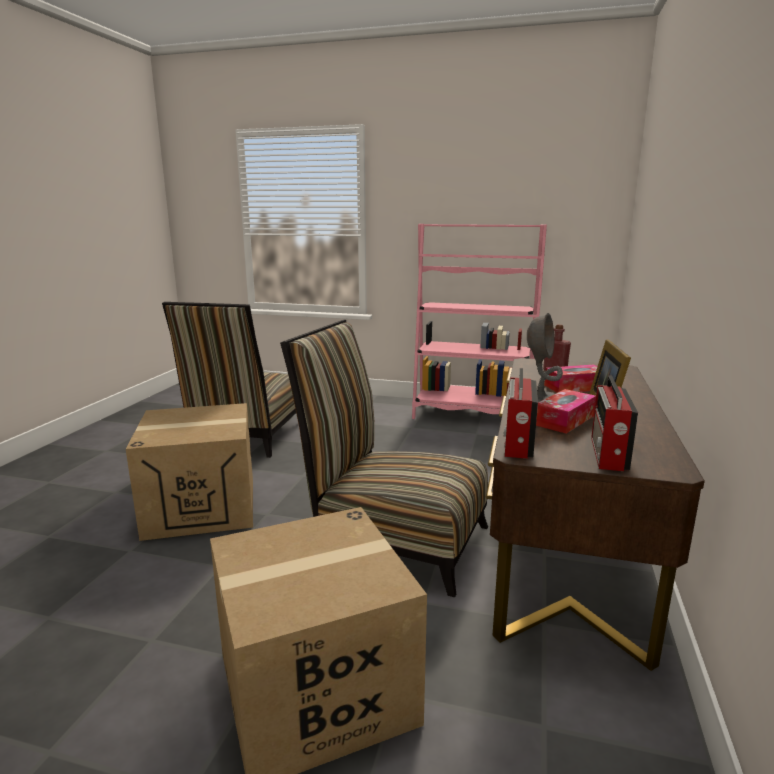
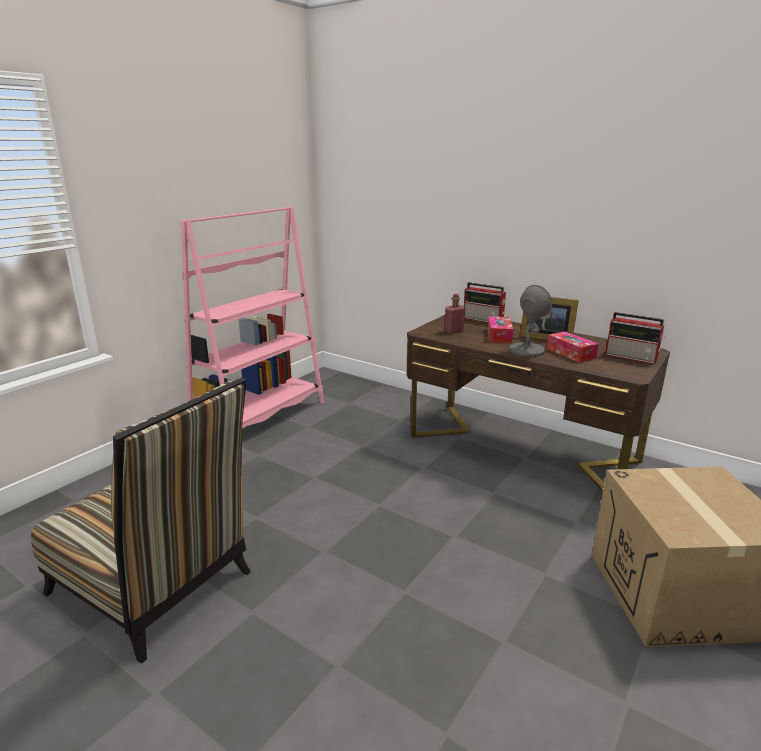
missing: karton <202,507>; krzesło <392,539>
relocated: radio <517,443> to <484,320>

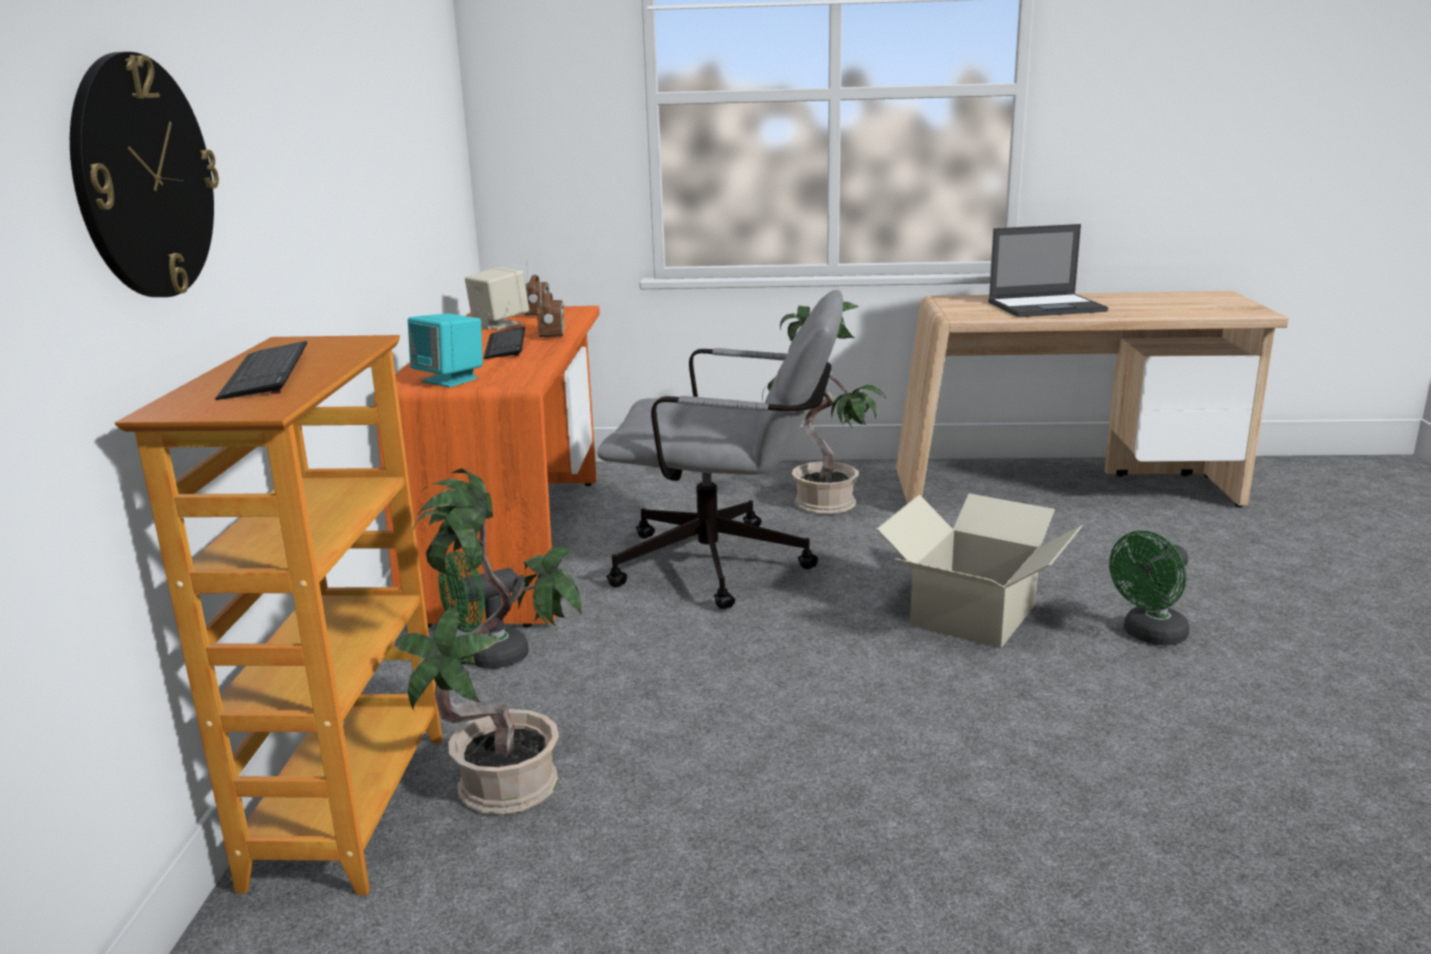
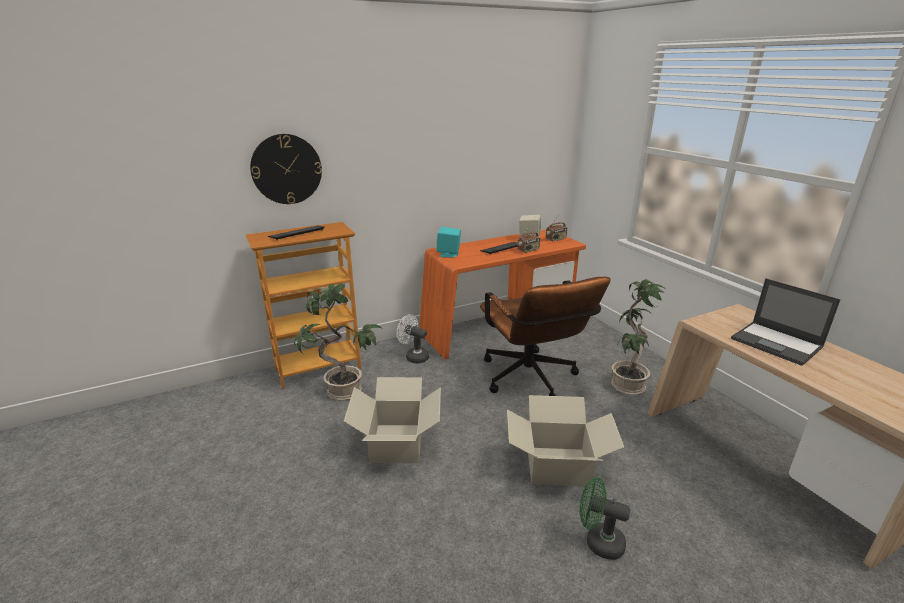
appeared: karton <397,443>
colour: wentylator (zielony) <487,658> to wentylator (biały) <414,356>; krzesło biurowe (szary) <729,566> to krzesło biurowe (brązowy) <532,381>

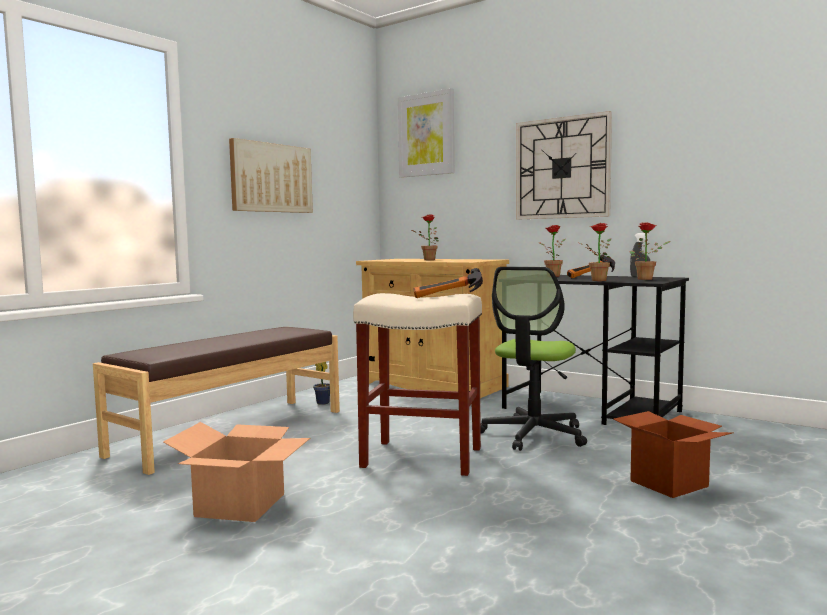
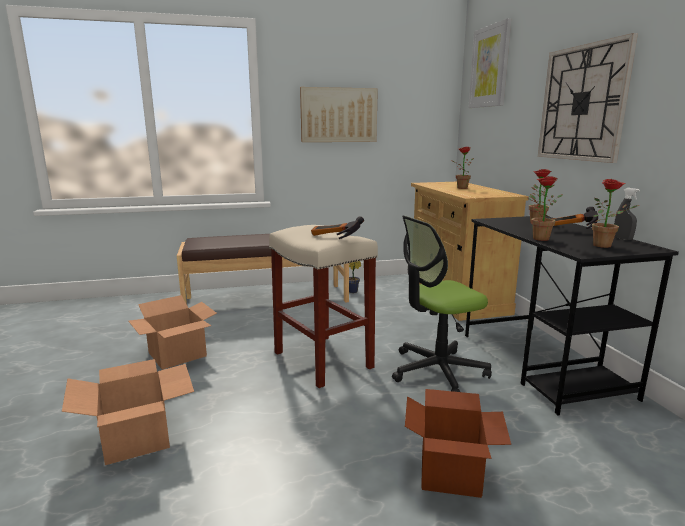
appeared: karton <136,437>

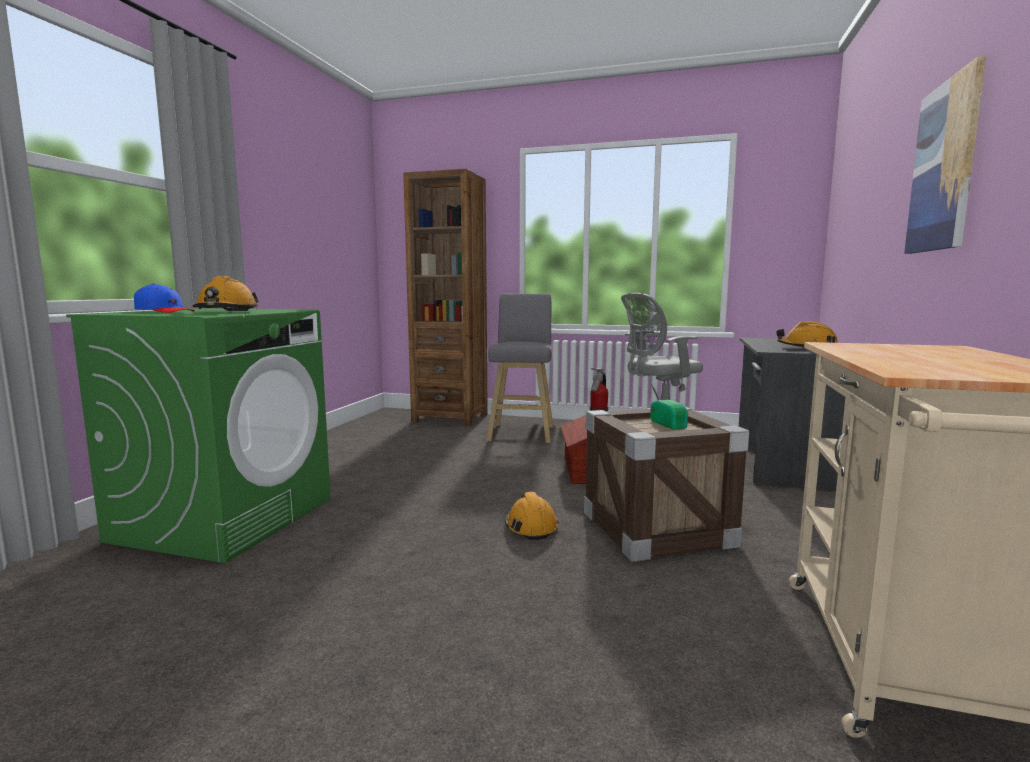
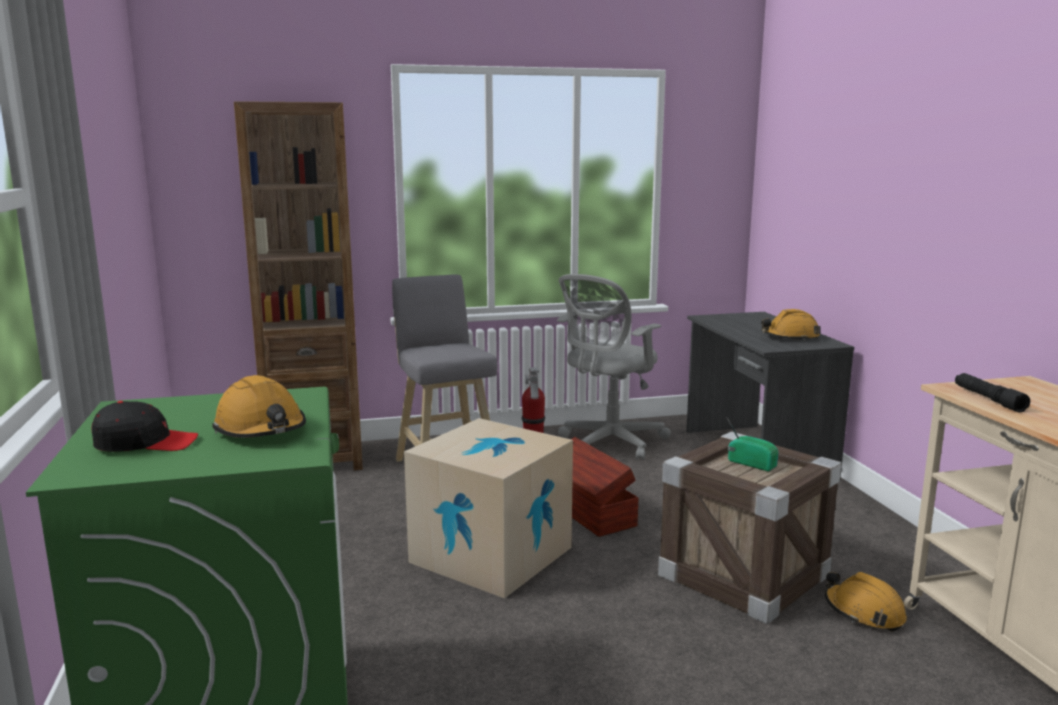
missing: obraz <944,167>
appeared: karton <491,554>; latarka (czarny) <988,399>
relocated: kask (pomarańczowy) <531,526> to <864,612>
colour: czapka z daszkiem (niebieski) <164,311> to czapka z daszkiem (czarny) <145,443>

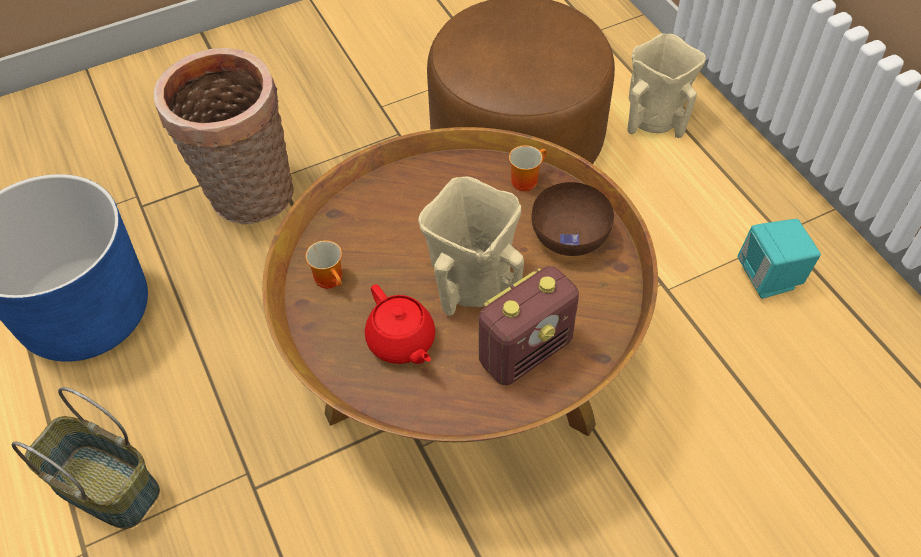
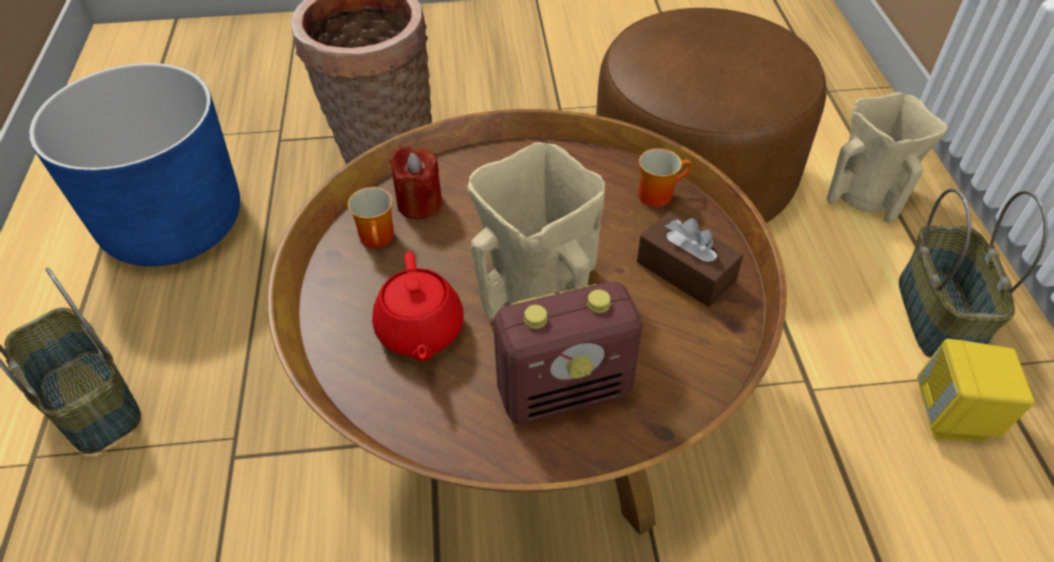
appeared: świeca (czerwony) <419,203>; koszyk <940,316>
exchanged: miska (brązowy) <571,236> to pudełko chusteczek (brązowy) <685,271>
colour: głośnik (turkusowy) <769,278> to głośnik (żółty) <953,417>

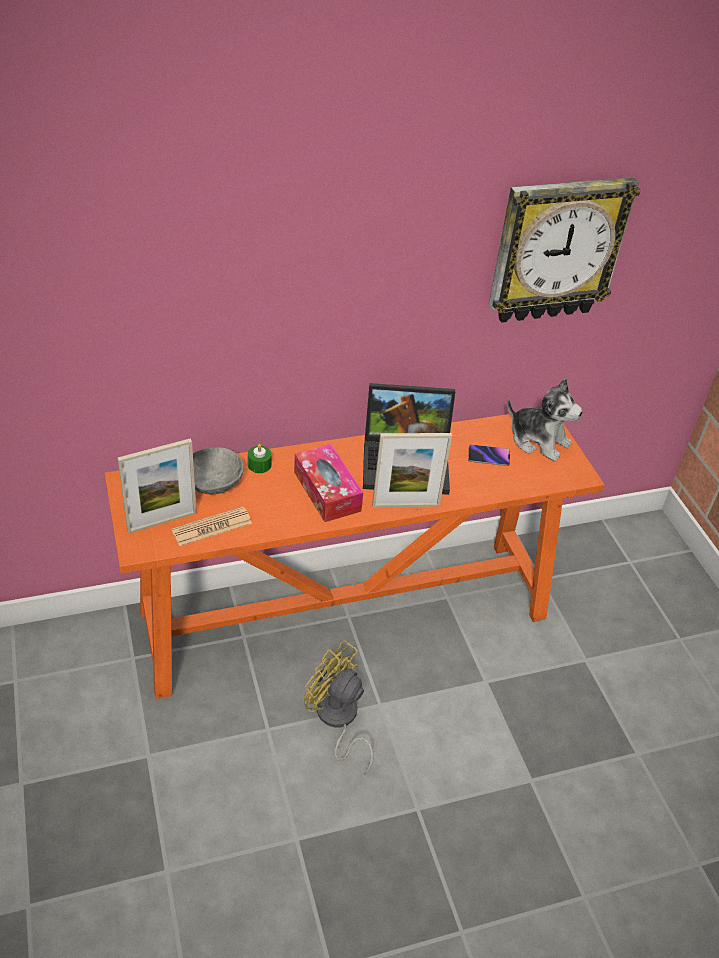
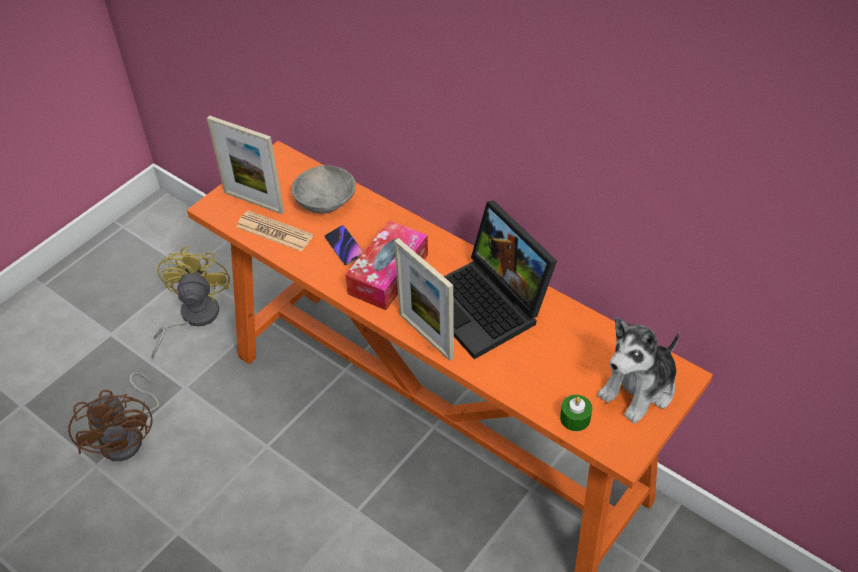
missing: zegar ścienny <556,250>
appeared: wentylator (brązowy) <128,436>
relocated: wentylator (żółty) <337,720> to <193,317>; telefon <488,457> to <344,247>; świeca (zielony) <259,465> to <575,418>
spun: pluszak <538,440> = <639,389> 45 degrees clockwise

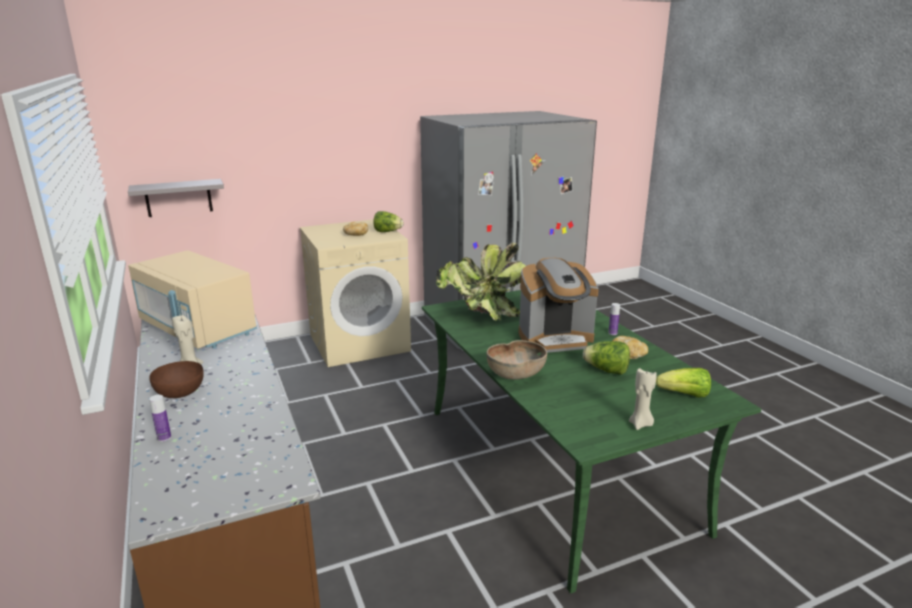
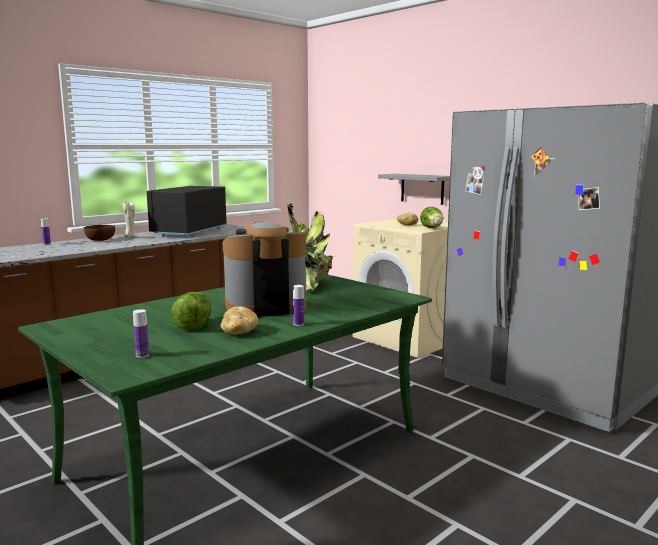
missing: miska (brązowy) <516,375>; świeca (beżowy) <640,424>
relocated: półka (szary) <178,198> to <422,188>
exchanged: sałata <684,395> to butelka <142,355>
colour: mikrofalówka (beżowy) <198,329> to mikrofalówka (czarny) <189,232>
spun: ekspres do kawy <555,338> = <265,307> 105 degrees clockwise

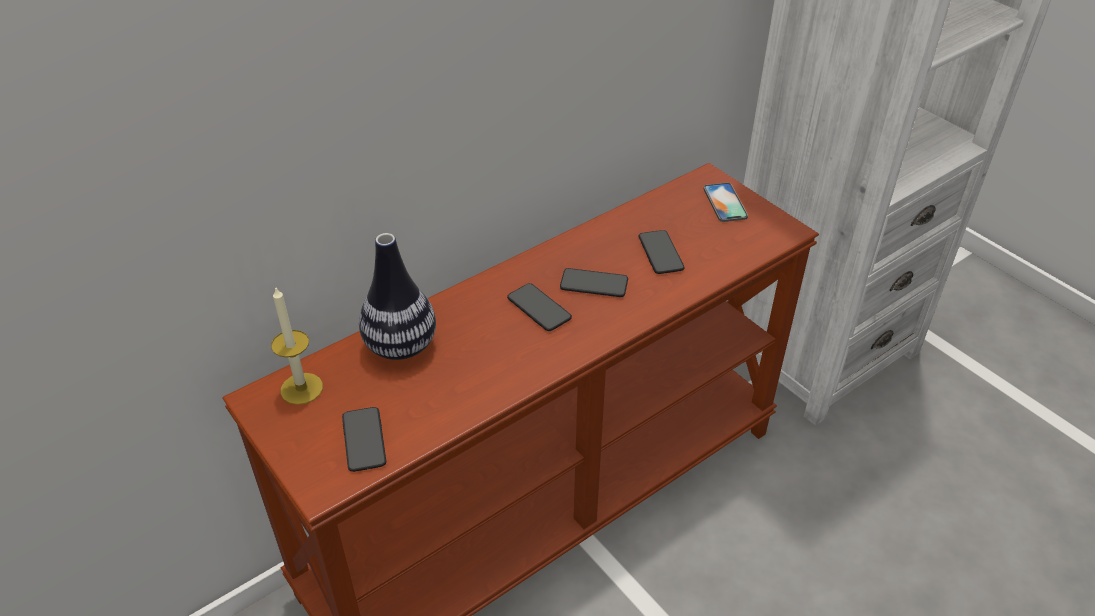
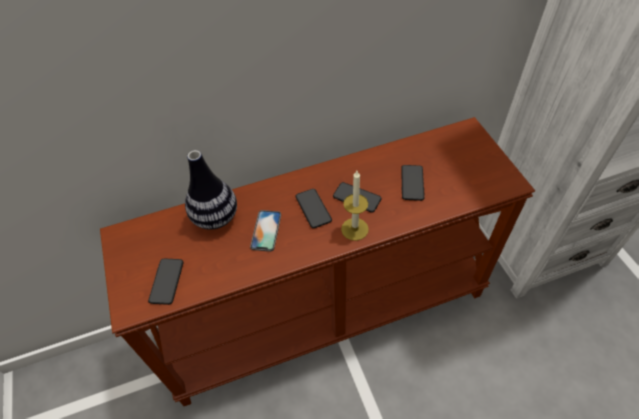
relocated: telefon <725,203> to <266,230>; świeca <301,388> to <354,229>

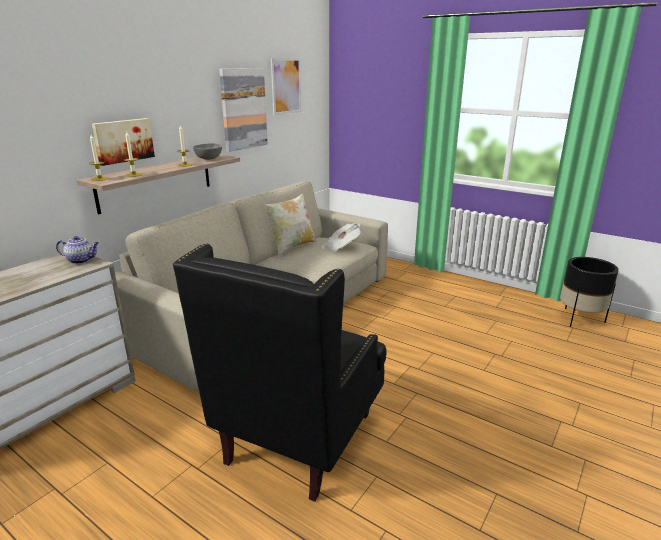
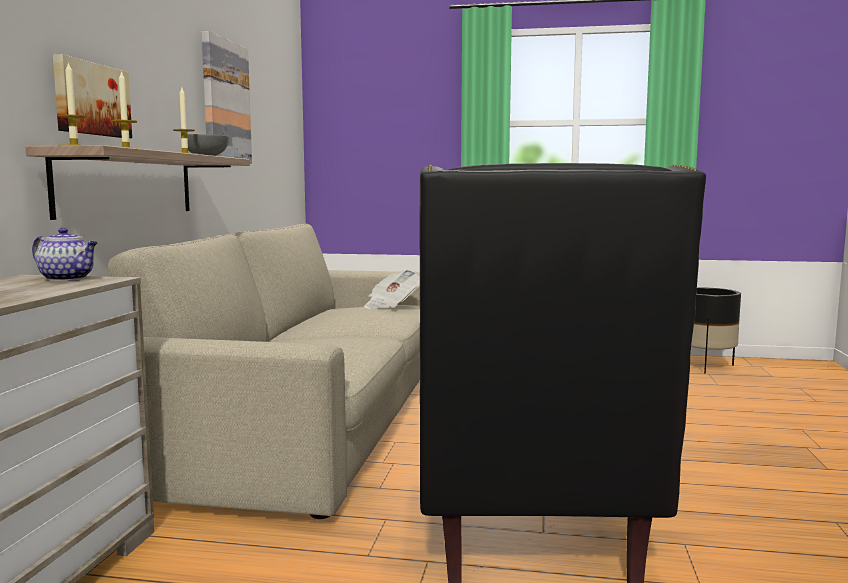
missing: poduszka <292,247>; obraz <286,86>
spun: imbryk <81,260> = <68,278> 45 degrees clockwise

